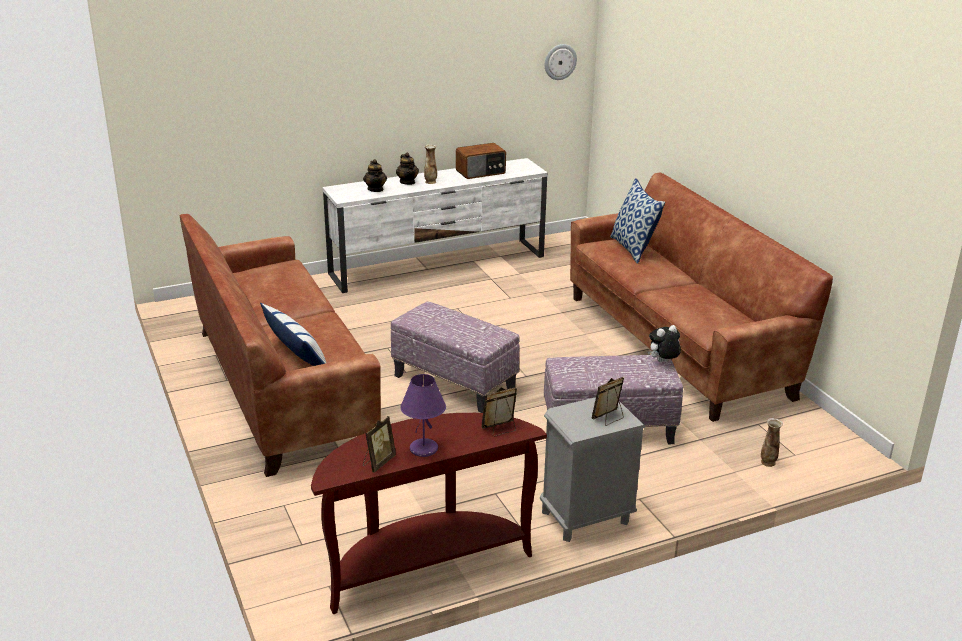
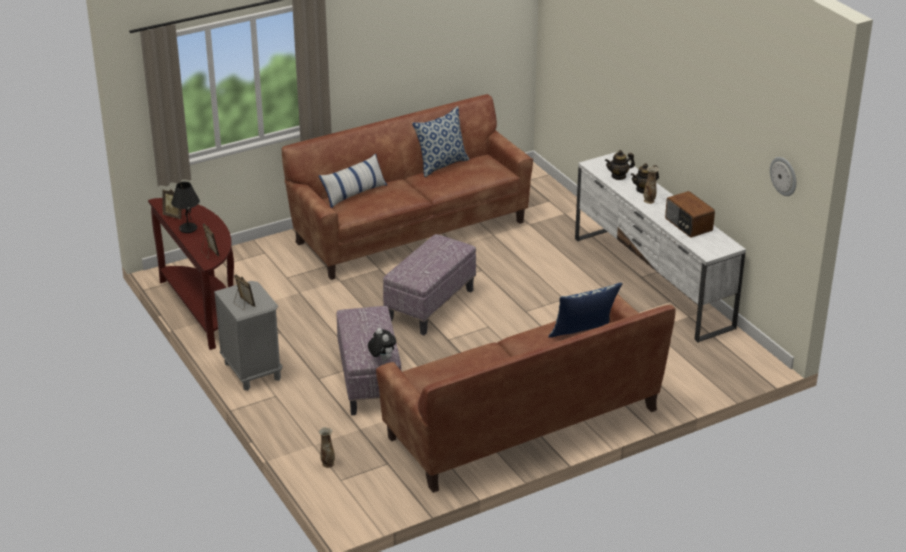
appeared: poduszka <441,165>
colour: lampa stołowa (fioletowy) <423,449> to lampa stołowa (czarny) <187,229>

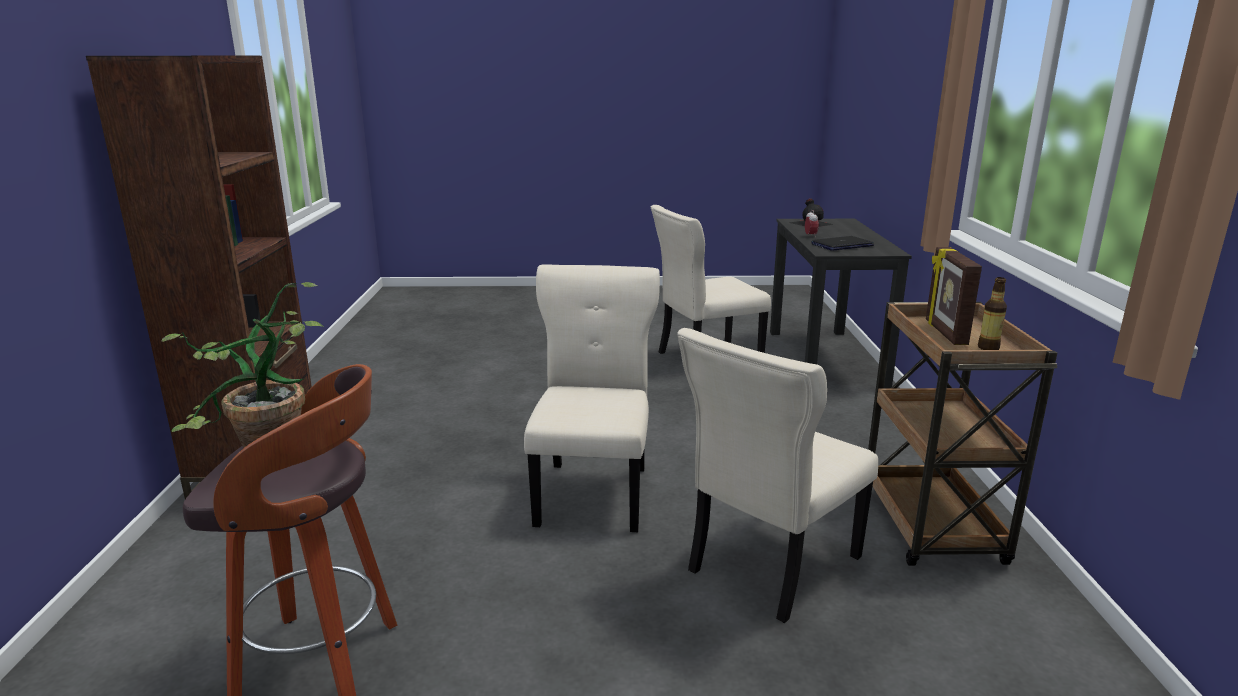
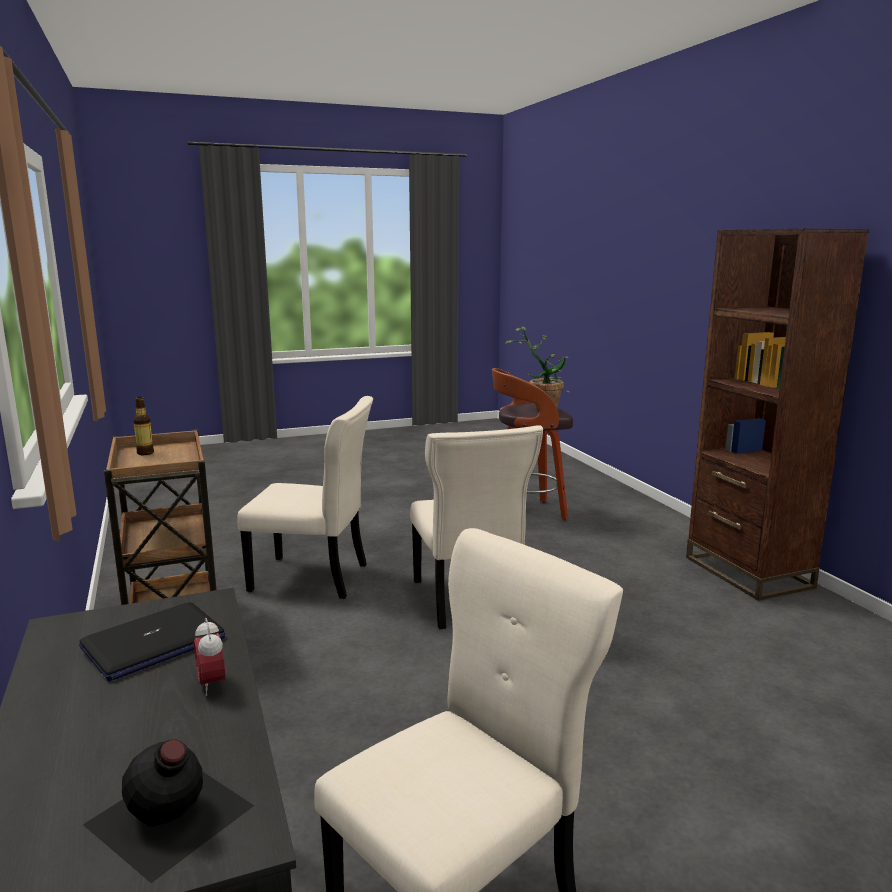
missing: ramka na zdjęcie <944,333>
spun: krzesło (beżowy) <769,566> = <314,578> 75 degrees clockwise

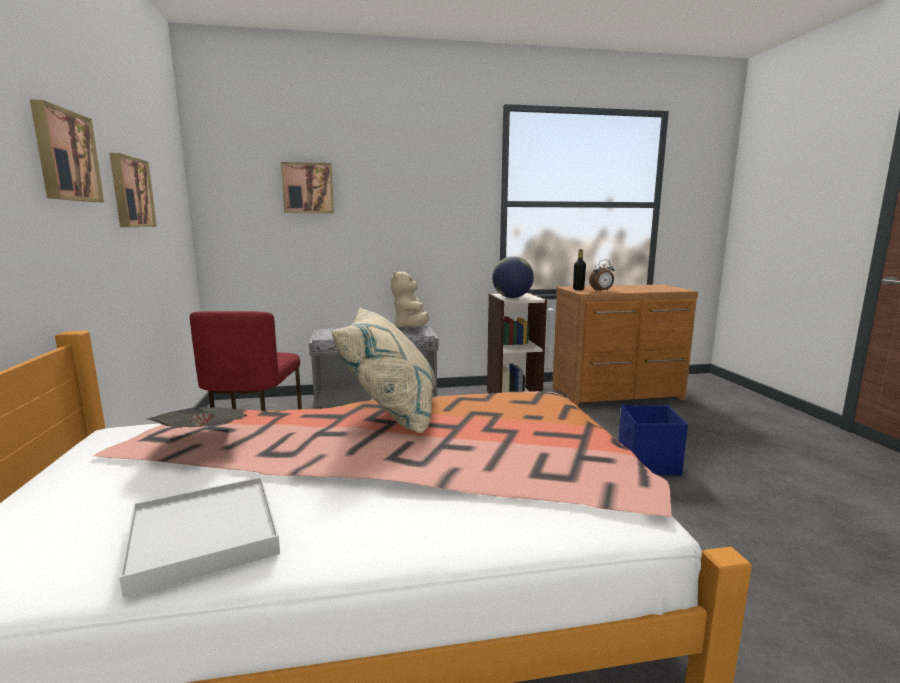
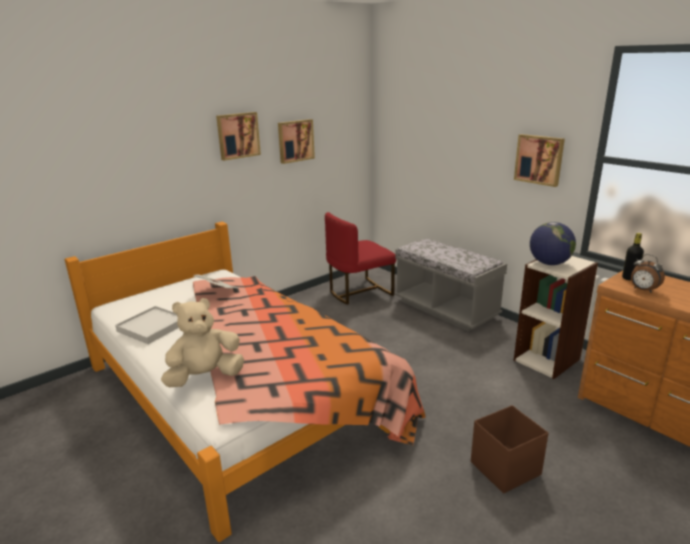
missing: poduszka (beżowy) <391,413>
relocated: pluszak (beżowy) <412,328> to <205,377>; obraz <308,188> to <539,159>
colour: pojemnik do przechowywania (niebieski) <647,463> to pojemnik do przechowywania (brązowy) <504,468>

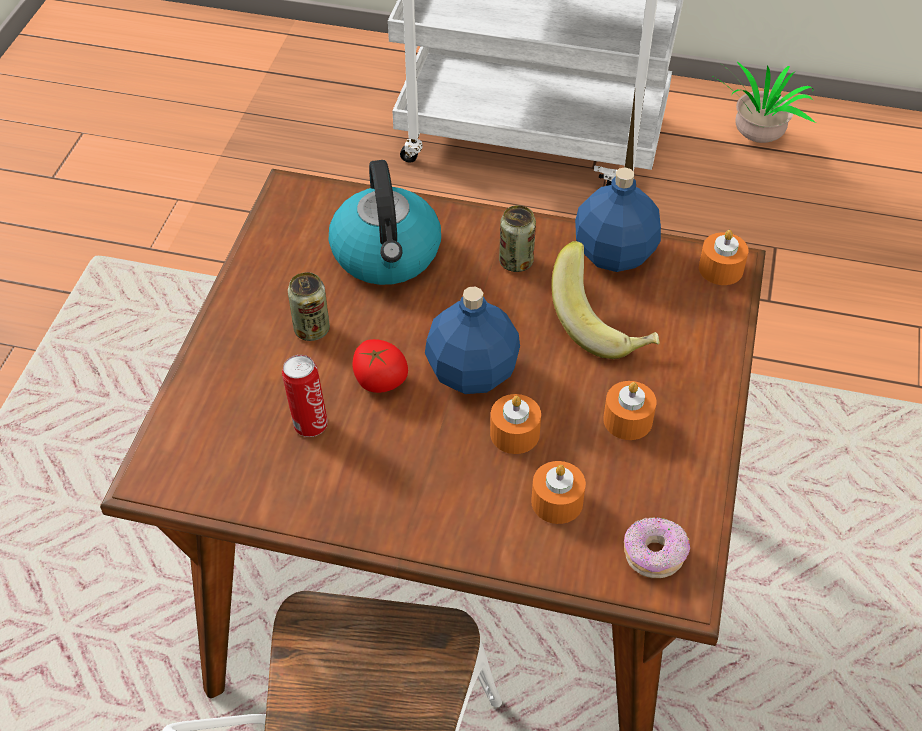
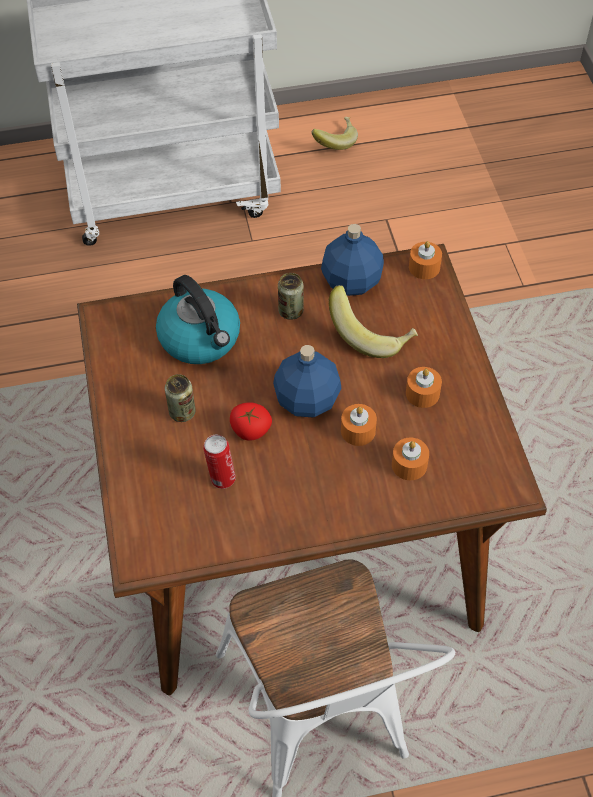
missing: donut <654,555>
exchanged: roślina doniczkowa <755,140> to banan <334,141>

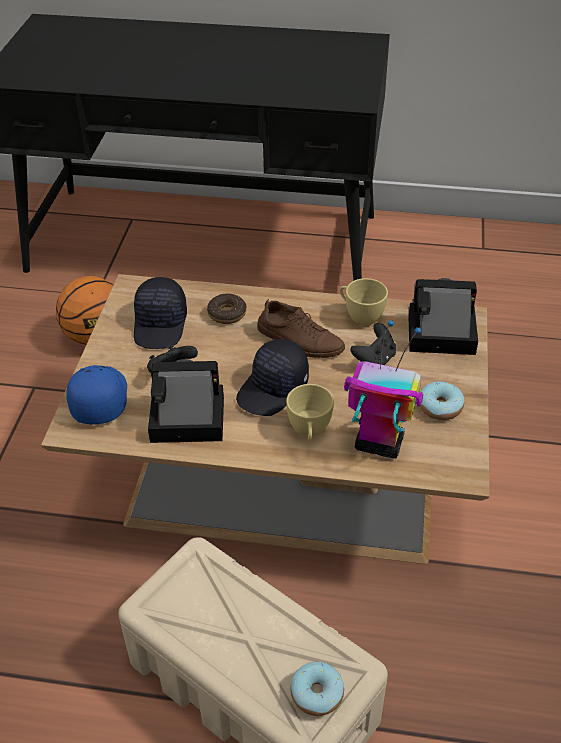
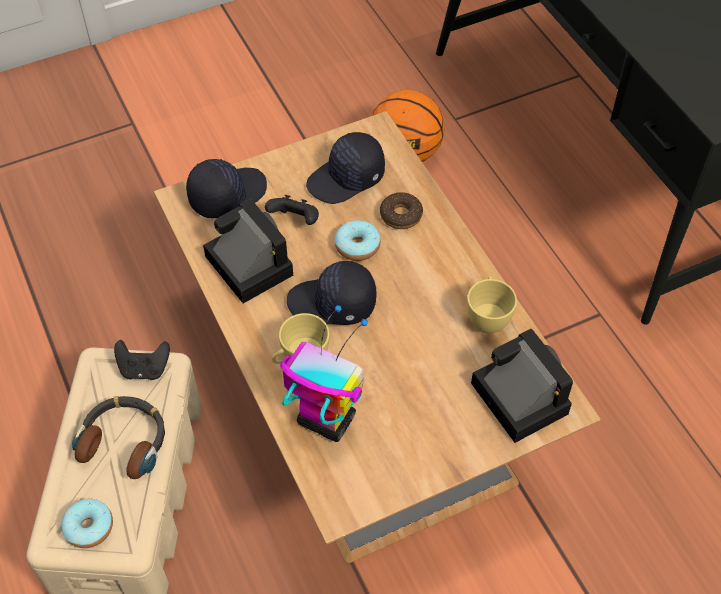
missing: but (brązowy) <299,340>
appeared: słuchawki <125,440>
relocated: pad do gier (czarny) <374,360> to <144,369>; donut <440,407> to <357,246>
colour: czapka z daszkiem (niebieski) <98,399> to czapka z daszkiem (czarny) <226,194>
spun: robot zabawkowy <378,443> = <325,419> 45 degrees counterclockwise

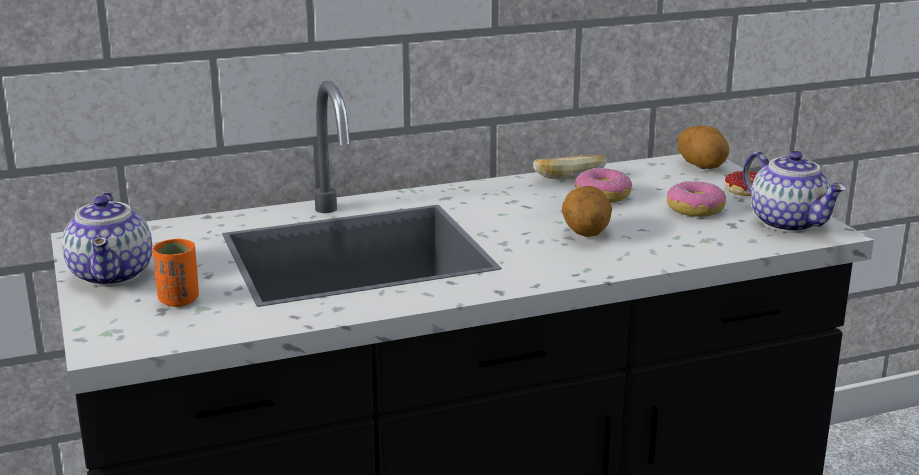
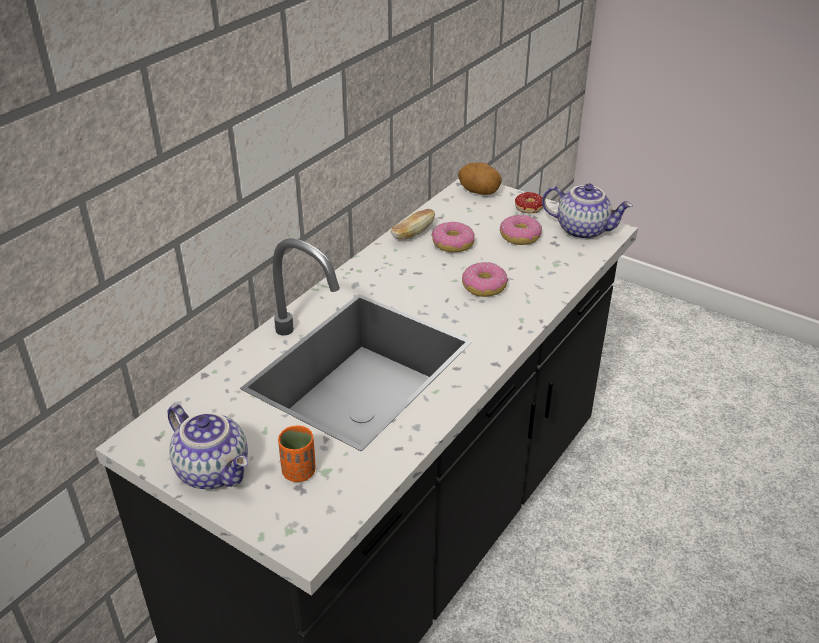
exchanged: ziemniak <585,234> to donut <484,286>

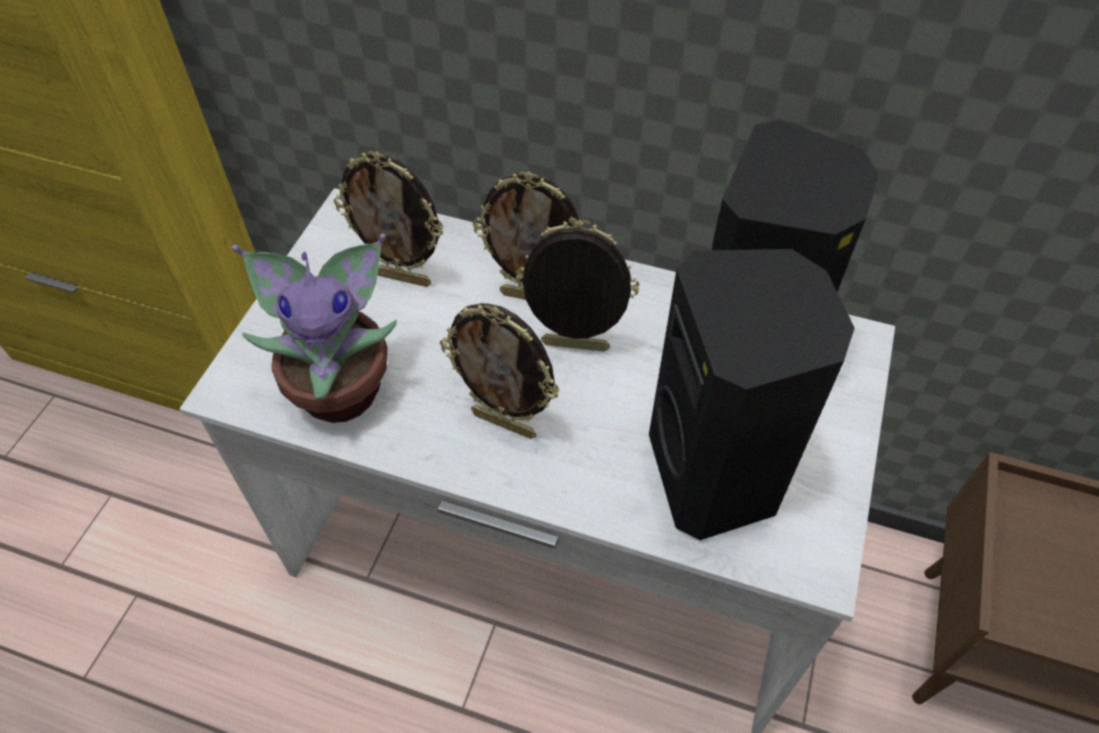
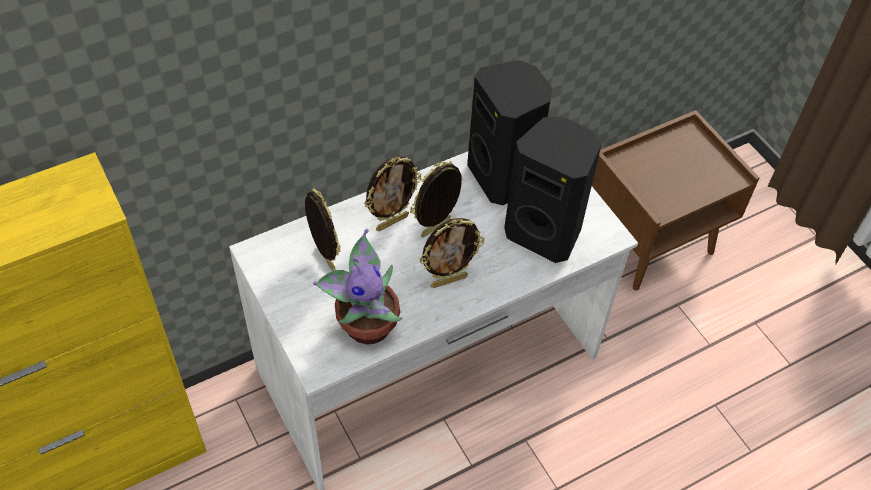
spun: ramka na zdjęcie <402,277> = <324,259> 90 degrees counterclockwise

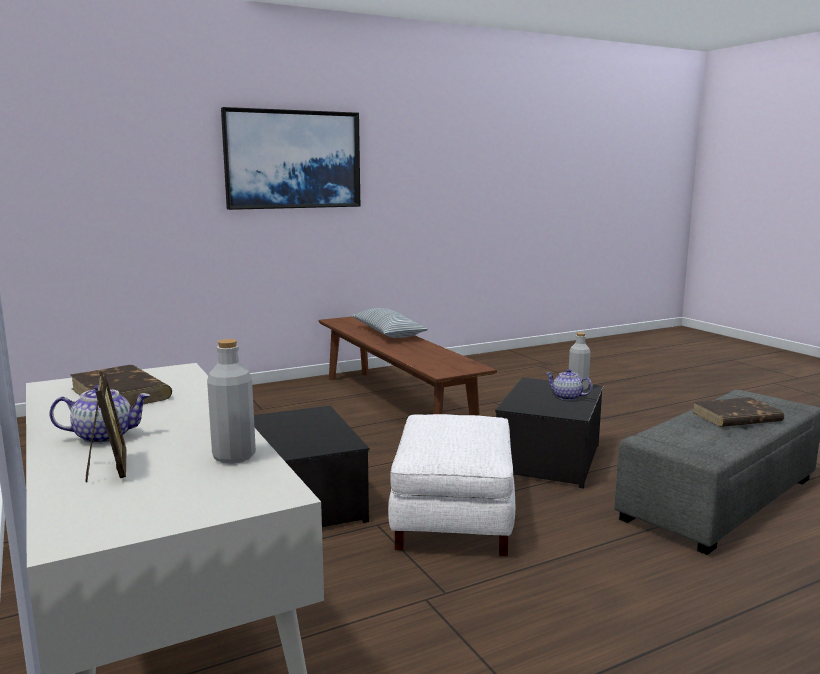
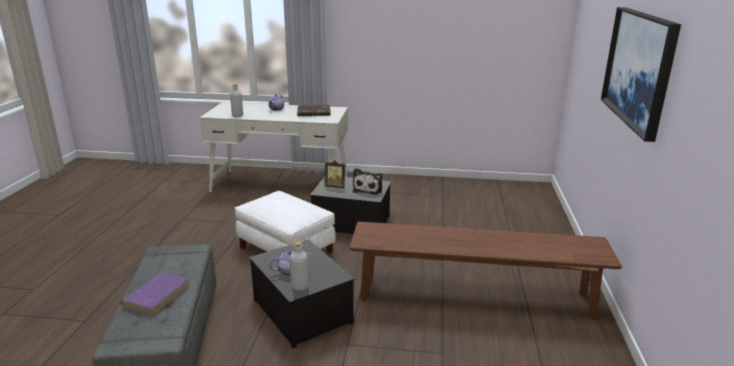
missing: poduszka <387,333>
appeared: pluszak <368,189>
relocated: ramka na zdjęcie <107,470> to <335,187>
colour: książka (brązowy) <735,417> to książka (fioletowy) <157,295>

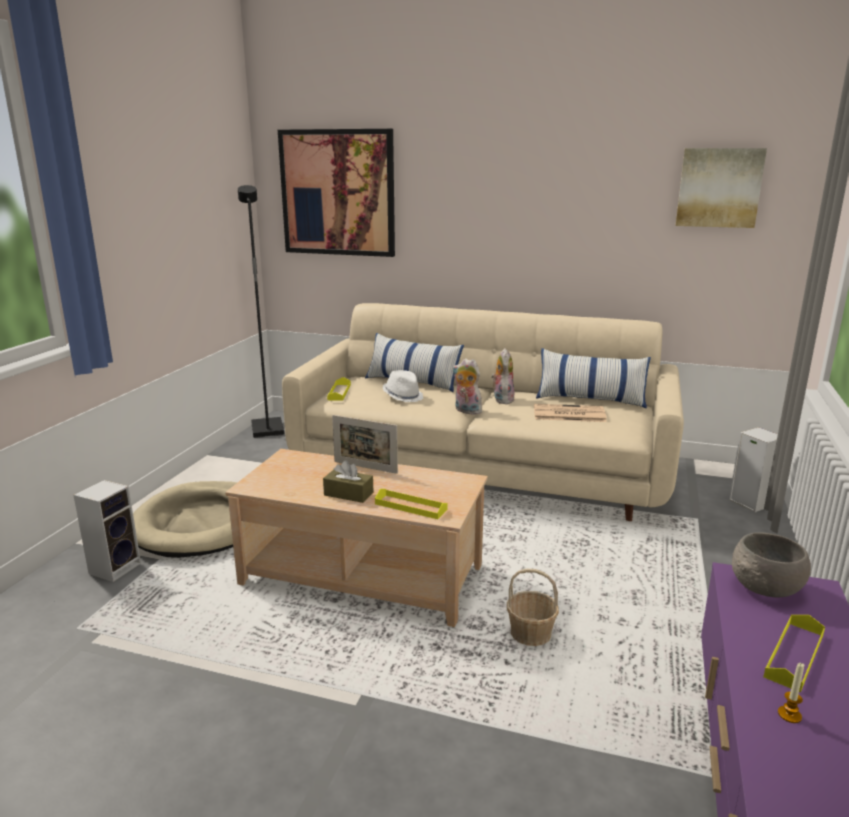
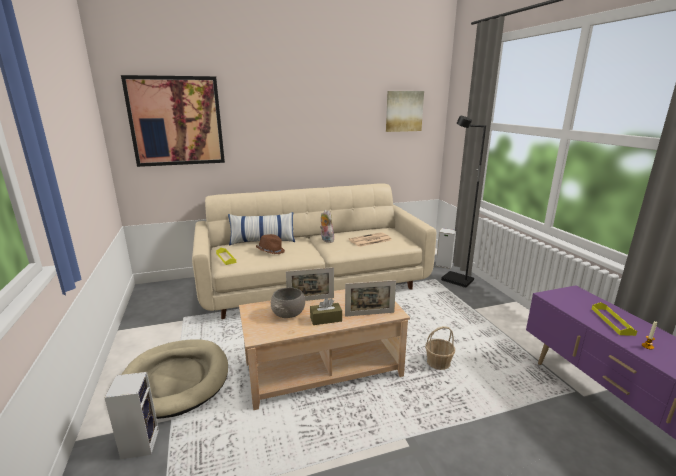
missing: pluszak <466,411>; poduszka <590,399>
relocated: miska (szary) <765,588> to <288,314>; lampa stojąca (czarny) <266,429> to <456,281>
exchanged: taca (żółty) <410,506> to ramka na zdjęcie <369,314>
colour: kapelusz (biały) <403,396> to kapelusz (brązowy) <271,251>

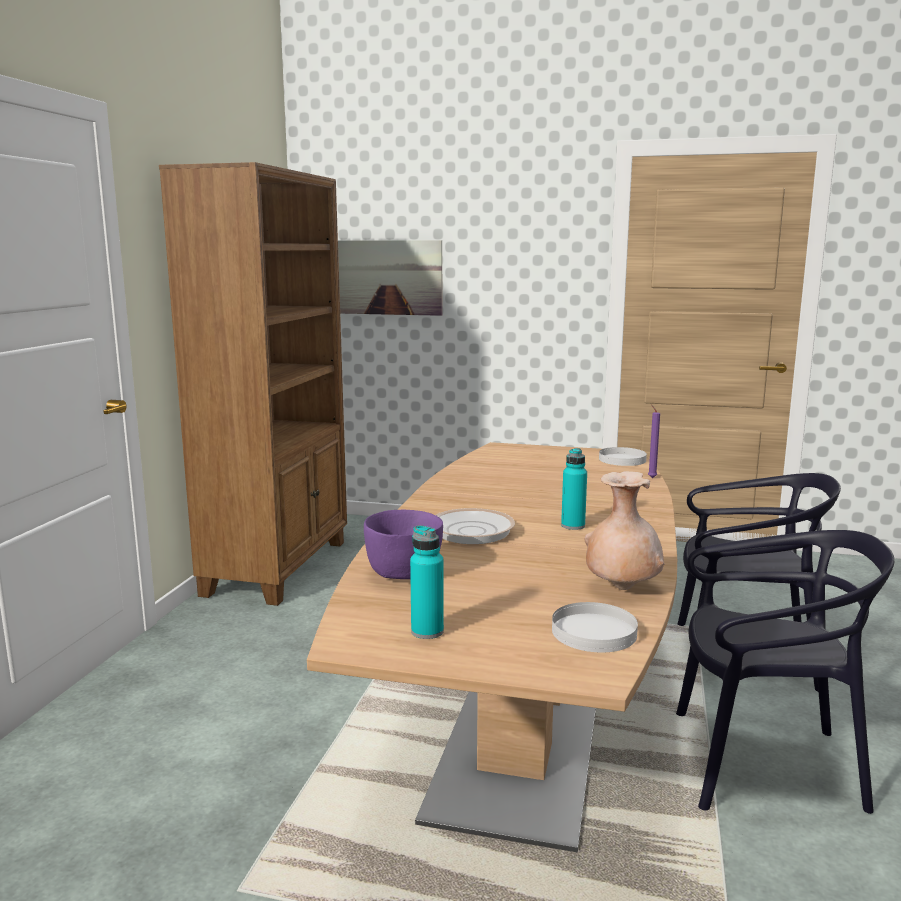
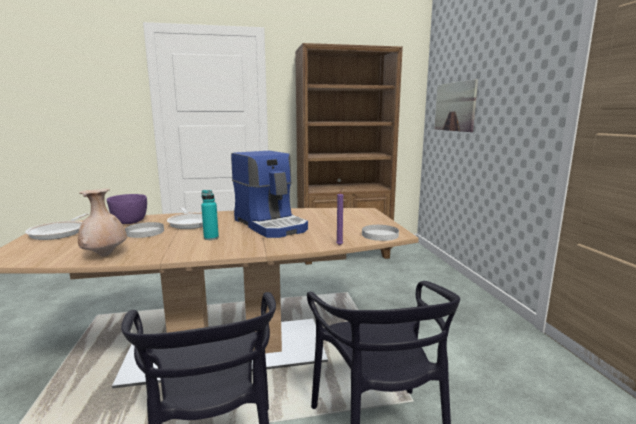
appeared: ekspres do kawy <271,225>
relocated: talerz (biały) <593,632> to <144,232>
exchanged: butelka (turkusowy) <427,631> to patelnia <60,232>

